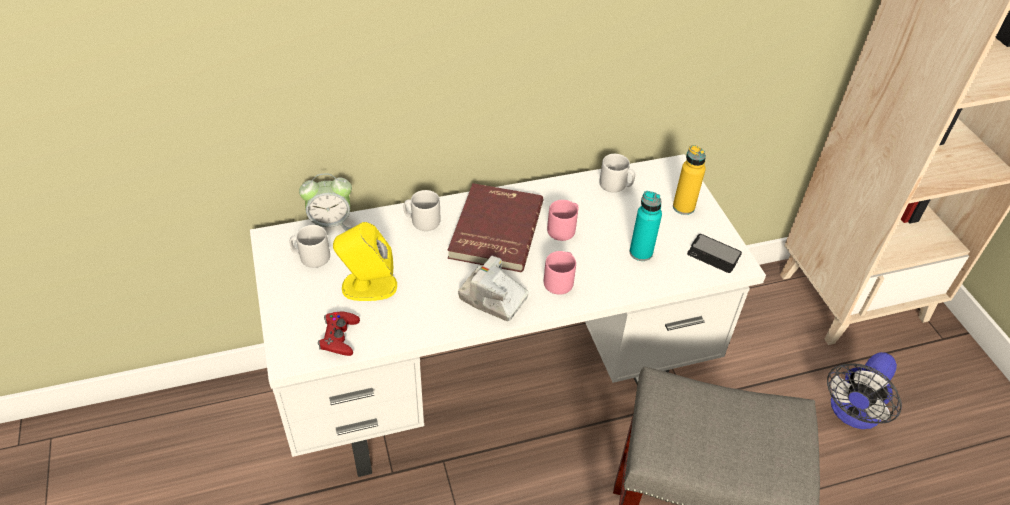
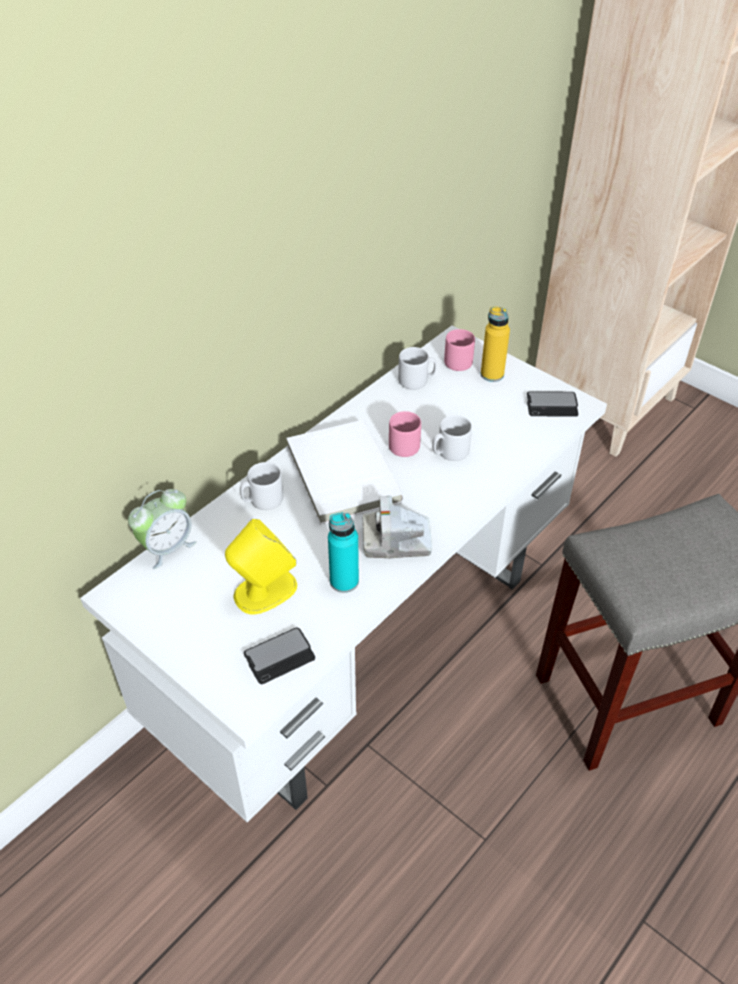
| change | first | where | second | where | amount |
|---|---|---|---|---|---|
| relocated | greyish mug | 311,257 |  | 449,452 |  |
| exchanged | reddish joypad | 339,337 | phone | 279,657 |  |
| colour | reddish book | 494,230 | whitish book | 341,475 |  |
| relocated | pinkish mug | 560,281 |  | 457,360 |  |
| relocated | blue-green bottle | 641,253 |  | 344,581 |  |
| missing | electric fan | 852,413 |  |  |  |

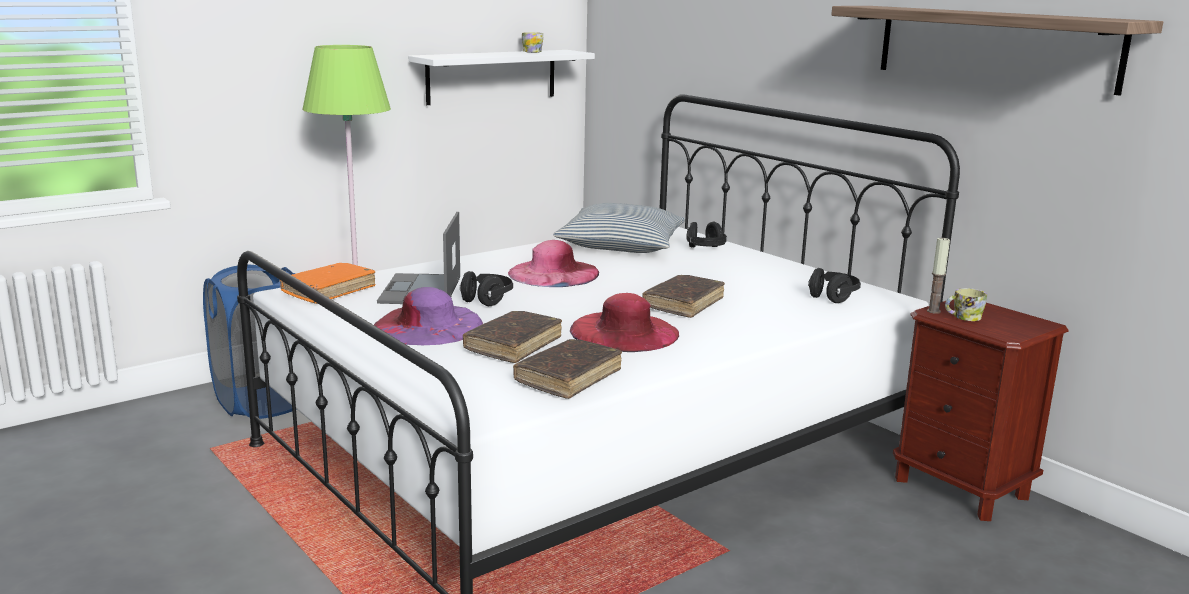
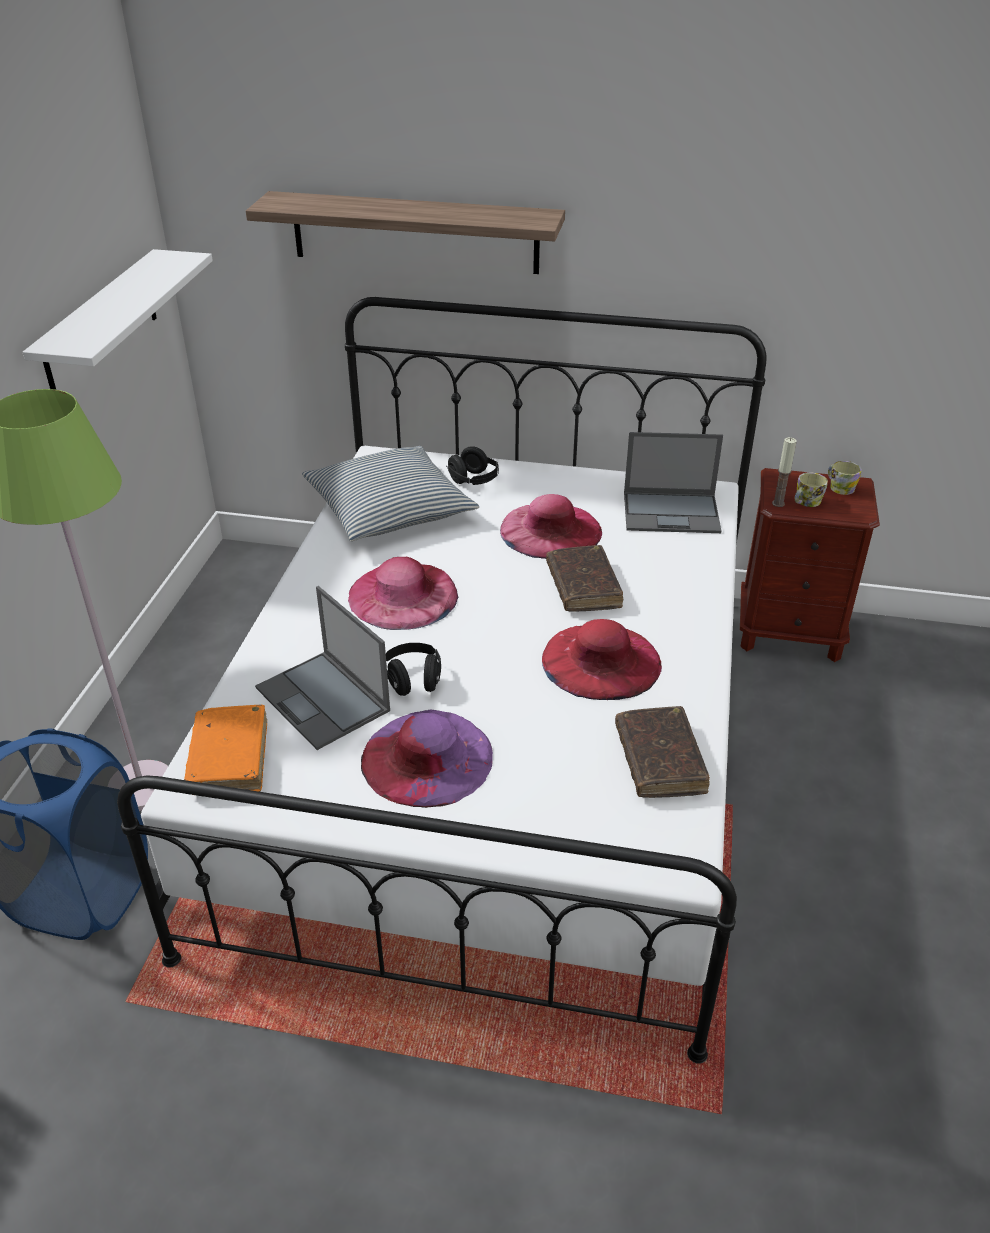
| change | first | where | second | where | amount |
|---|---|---|---|---|---|
| missing | brown-coloured book | 513,345 |  |  |  |
| relocated | mug | 533,51 |  | 839,487 |  |
| exchanged | blackish headset | 832,297 | portable computer | 672,512 |  |
| relocated | bracket shelf | 994,47 |  | 415,232 |  |
| appeared |  |  | pinkish clothing hat | 550,530 |  |

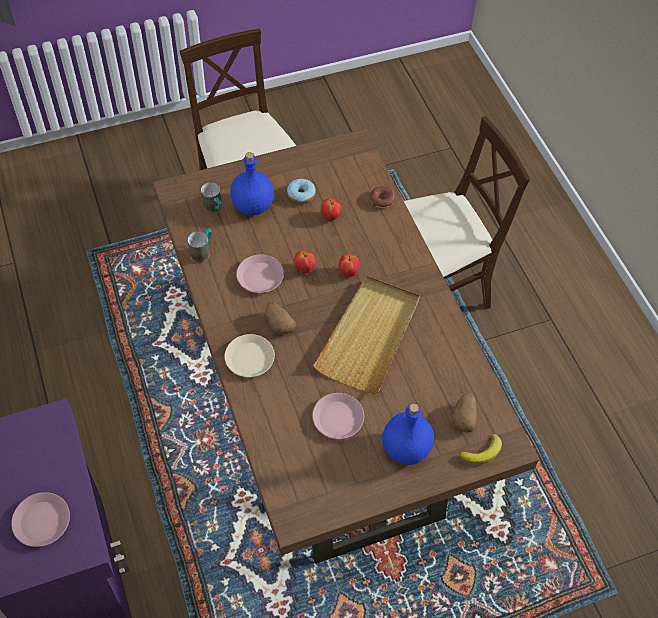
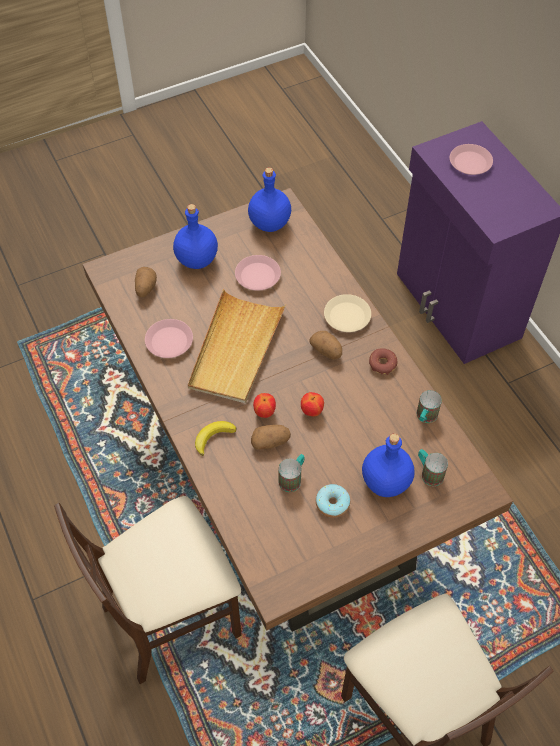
| change | first | where | second | where | amount |
|---|---|---|---|---|---|
| relocated | pinkish plate | 260,277 |  | 169,341 |  |
| exchanged | whole apple | 331,217 | mug | 292,478 |  |
| relocated | doughnut | 382,200 |  | 382,364 |  |
| relocated | whole banana | 482,452 |  | 213,437 |  |
| appeared |  |  | bluish bottle | 269,223 |  |
| appeared |  |  | potato | 270,442 |  |

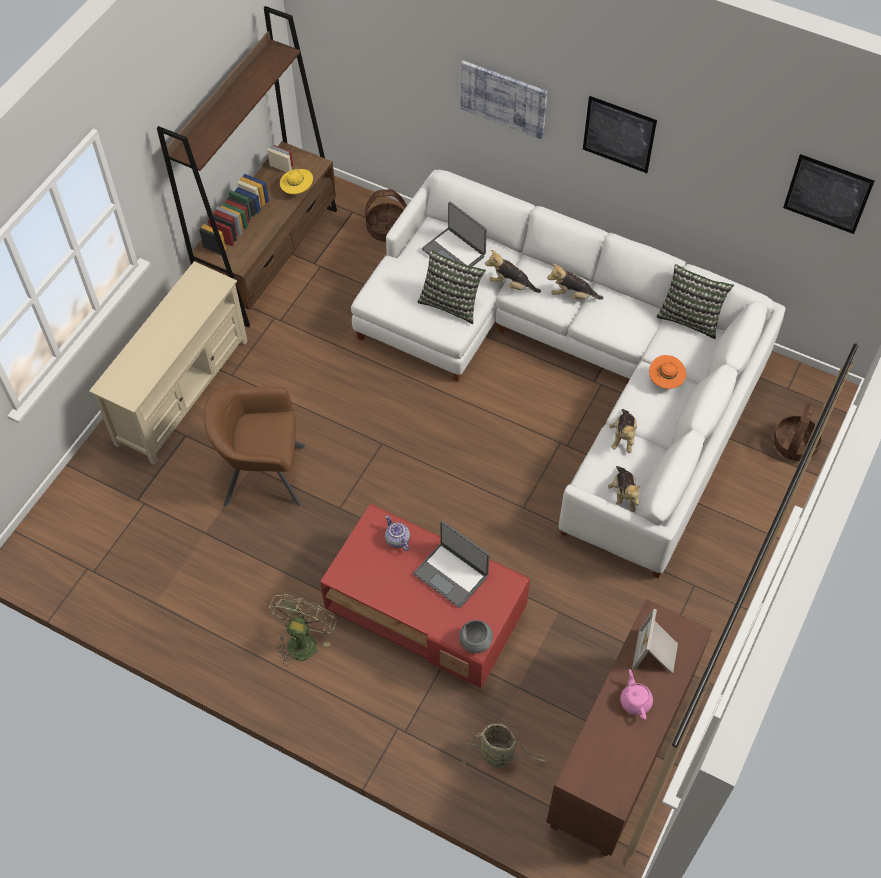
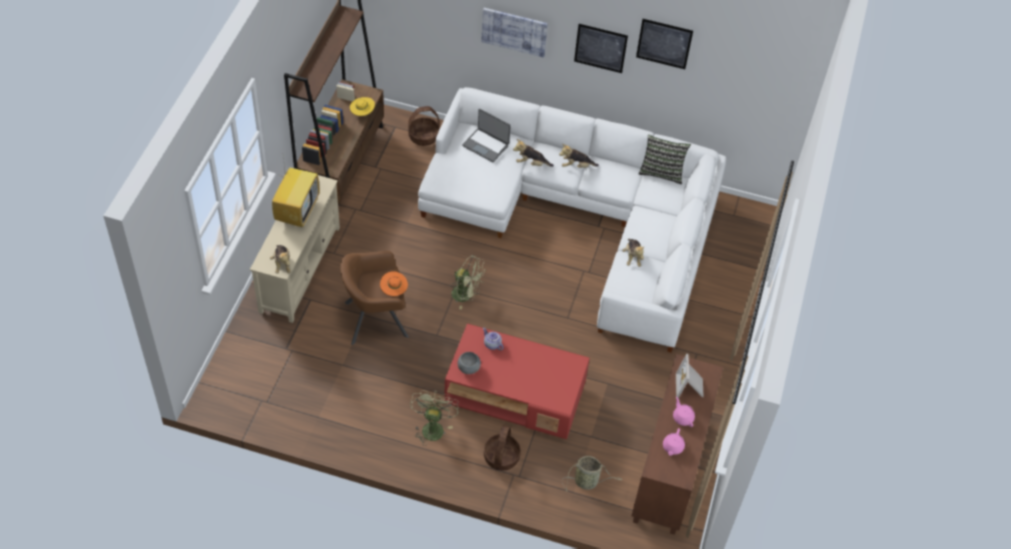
| change | first | where | second | where | amount |
|---|---|---|---|---|---|
| missing | portable computer | 451,574 |  |  |  |
| missing | pillow | 451,303 |  |  |  |
| relocated | greyish deep dish | 475,642 |  | 468,368 |  |
| relocated | cuddly toy | 623,495 |  | 282,264 |  |
| relocated | orange clothing hat | 665,380 |  | 394,290 |  |
| relocated | household basket | 794,444 |  | 501,456 |  |
| relocated | wall art | 827,194 |  | 664,43 |  |
| appeared |  |  | television | 297,210 |  |
| appeared |  |  | greenish electric fan | 466,295 |  |
| appeared |  |  | pinkish teapot | 672,447 |  |

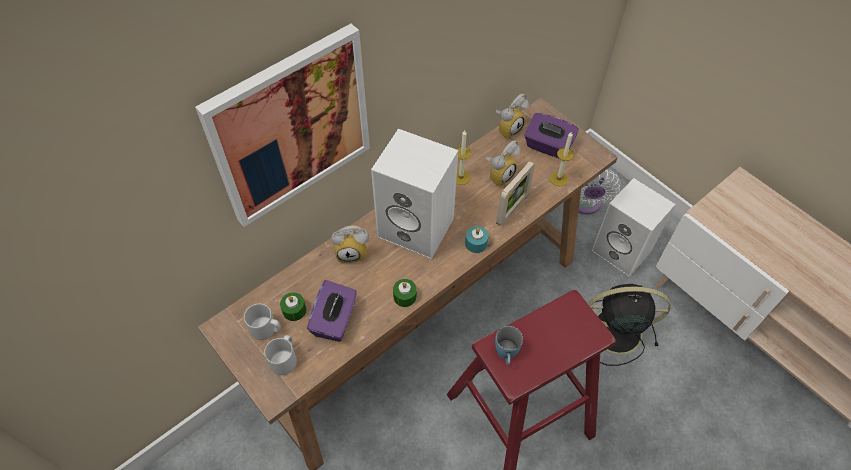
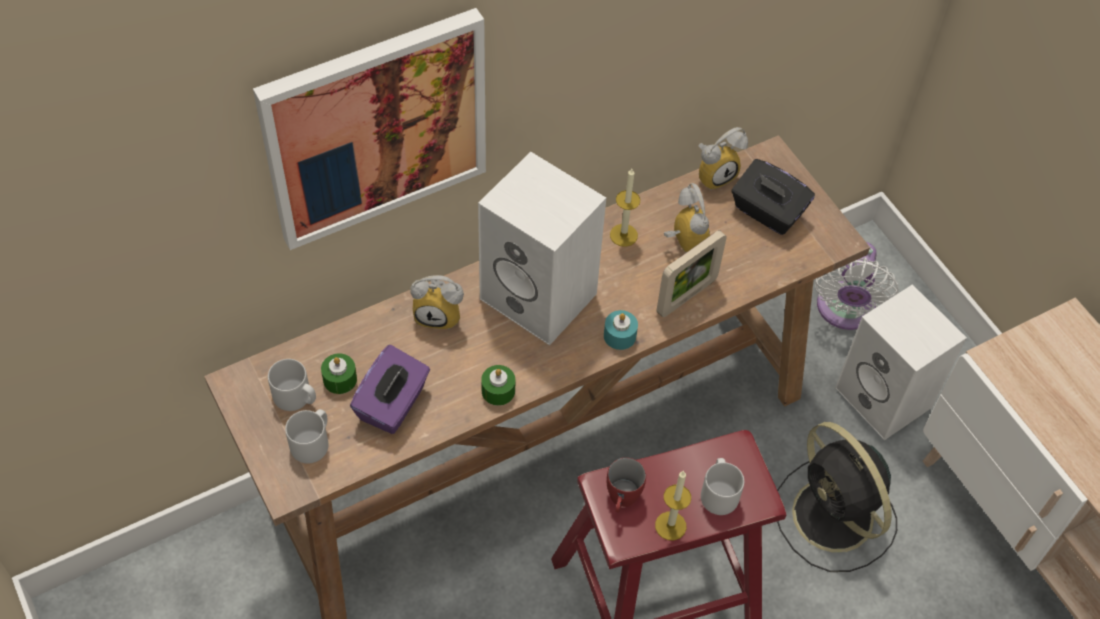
| change | first | where | second | where | amount |
|---|---|---|---|---|---|
| spun | alarm clock | 499,174 |  | 682,241 | 75 degrees counterclockwise |
| colour | bluish mug | 506,355 | reddish mug | 622,500 |  |
| colour | purple-coloured box of tissues | 548,146 | blackish box of tissues | 767,212 |  |
| relocated | wax light | 558,179 |  | 670,526 |  |
| spun | blackish electric fan | 613,331 |  | 835,518 | 135 degrees counterclockwise |
| appeared |  |  | greyish mug | 719,493 |  |

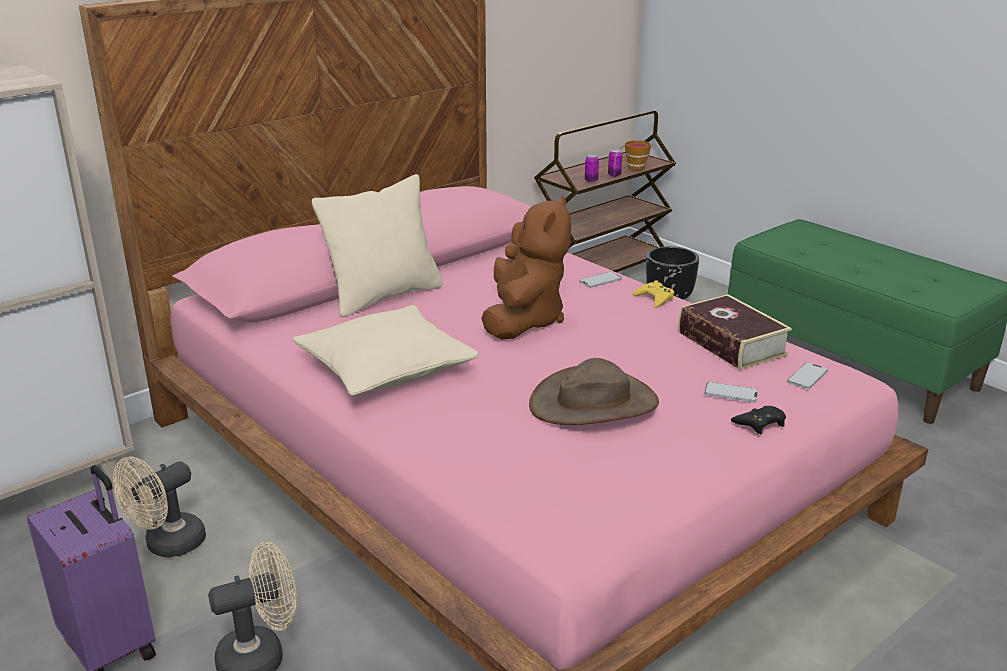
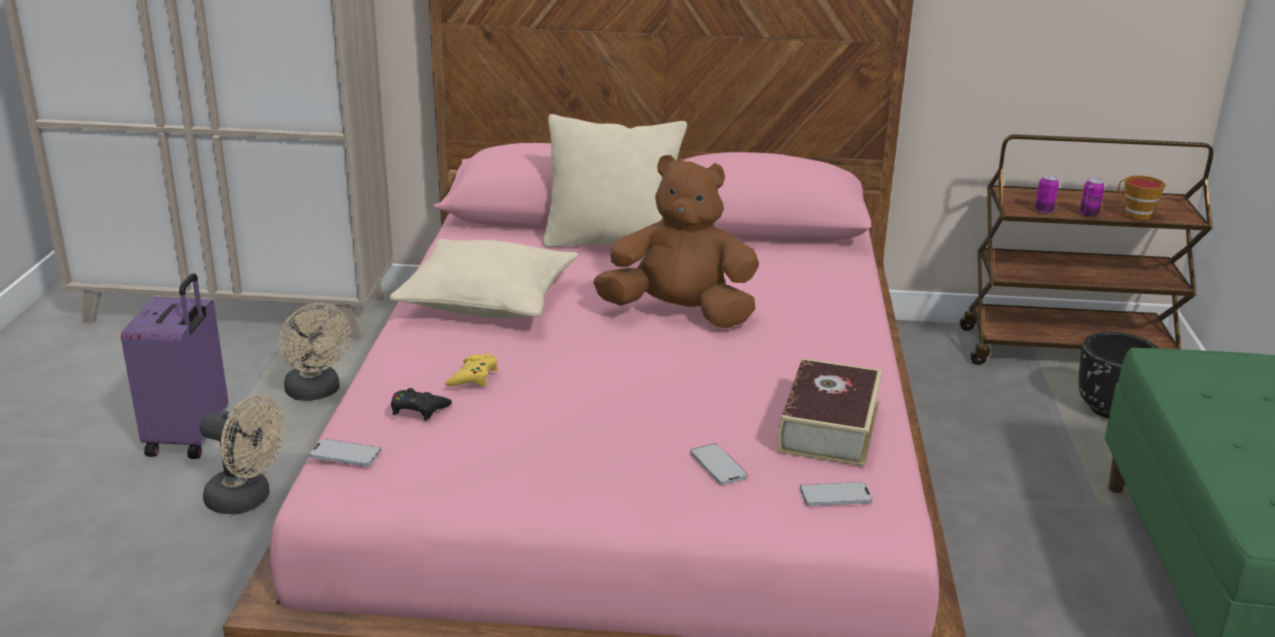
| change | first | where | second | where | amount |
|---|---|---|---|---|---|
| spun | beige-coloured electric fan | 167,545 |  | 316,392 | 120 degrees counterclockwise |
| spun | brown-coloured cuddly toy | 523,320 |  | 679,314 | 135 degrees counterclockwise |
| missing | brown-coloured clothing hat | 594,403 |  |  |  |
| relocated | phone | 600,280 |  | 345,454 |  |
| relocated | yellowish joypad | 655,298 |  | 473,376 |  |
| relocated | blackish joypad | 760,423 |  | 418,409 |  |

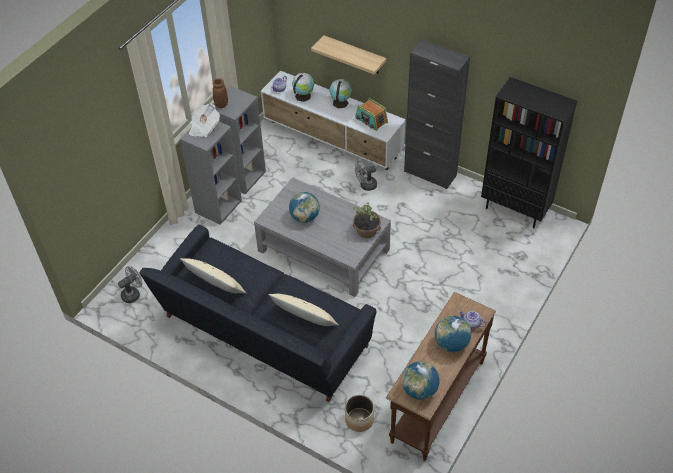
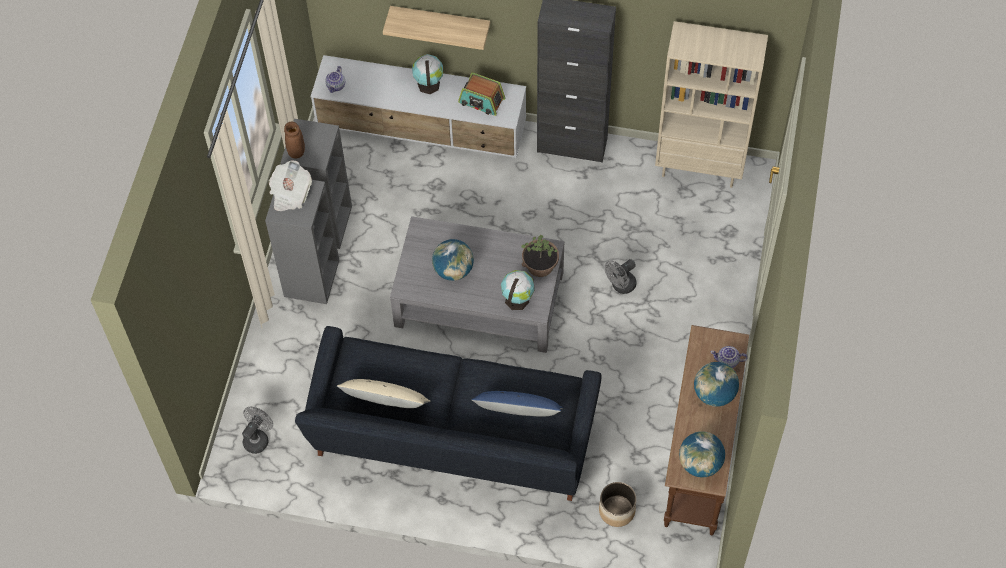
| change | first | where | second | where | amount |
|---|---|---|---|---|---|
| colour | beige-coloured pillow | 304,318 | bluish pillow | 517,412 |  |
| relocated | globe | 303,95 |  | 517,298 |  |
| relocated | greyish electric fan | 365,185 |  | 620,286 |  |
| colour | blackish bookcase | 515,209 | beige-coloured bookcase | 700,167 |  |

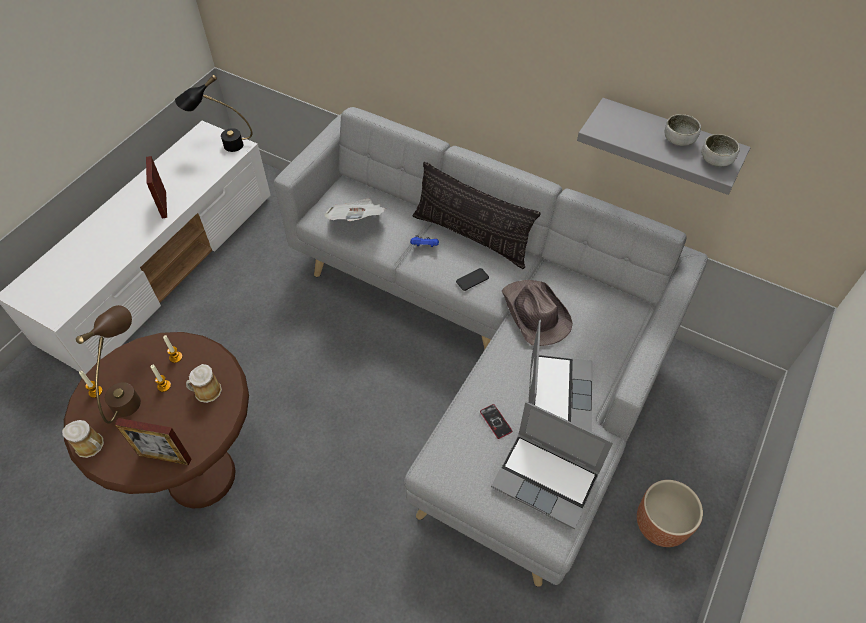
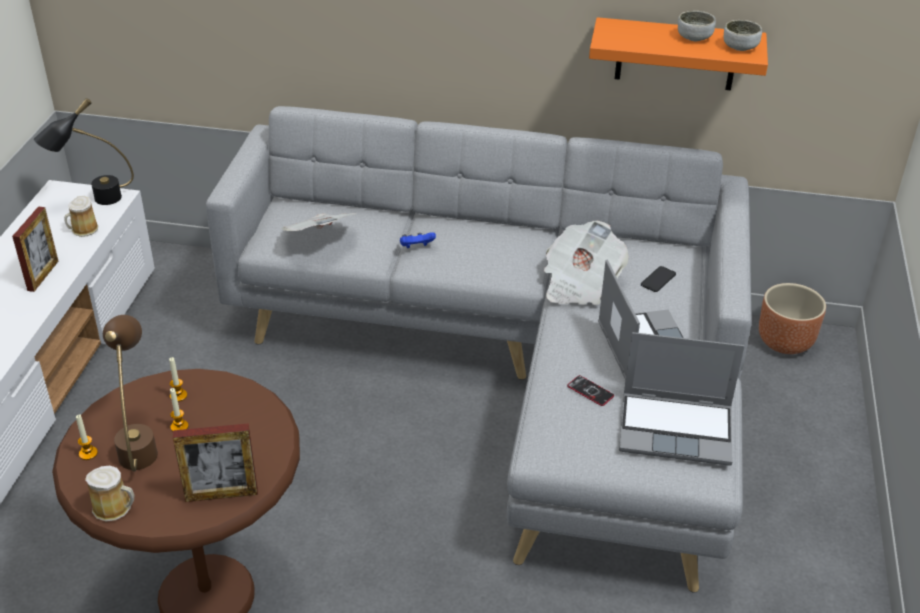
| change | first | where | second | where | amount |
|---|---|---|---|---|---|
| spun | photo frame | 164,204 |  | 43,275 | 135 degrees counterclockwise |
| relocated | mug | 206,391 |  | 83,230 |  |
| missing | pillow | 471,236 |  |  |  |
| relocated | phone | 472,279 |  | 658,279 |  |
| exchanged | brown-coloured clothing hat | 534,314 | newspaper | 580,283 |  |
| colour | greyish bracket shelf | 666,144 | orange bracket shelf | 676,54 |  |
| relocated | brown-coloured planter | 660,524 |  | 785,342 |  |

